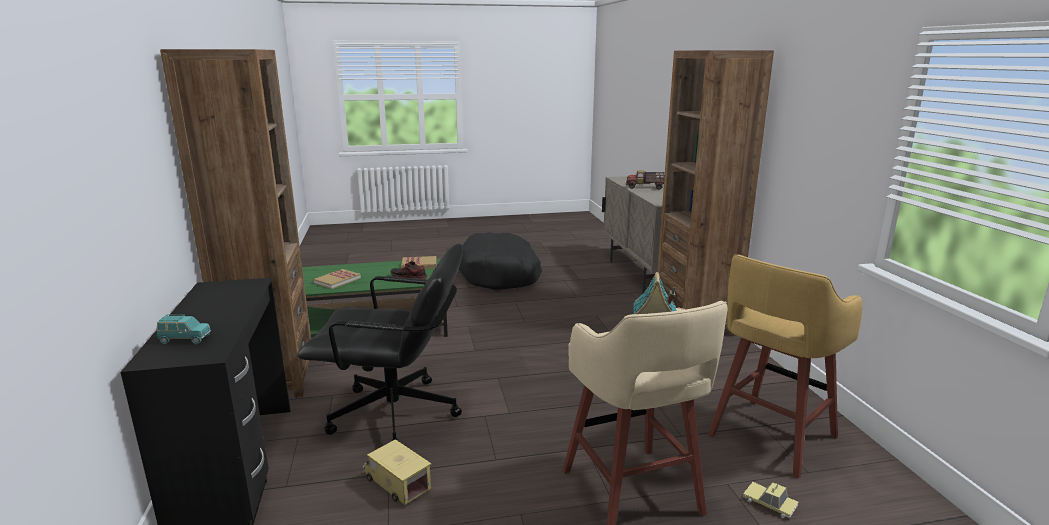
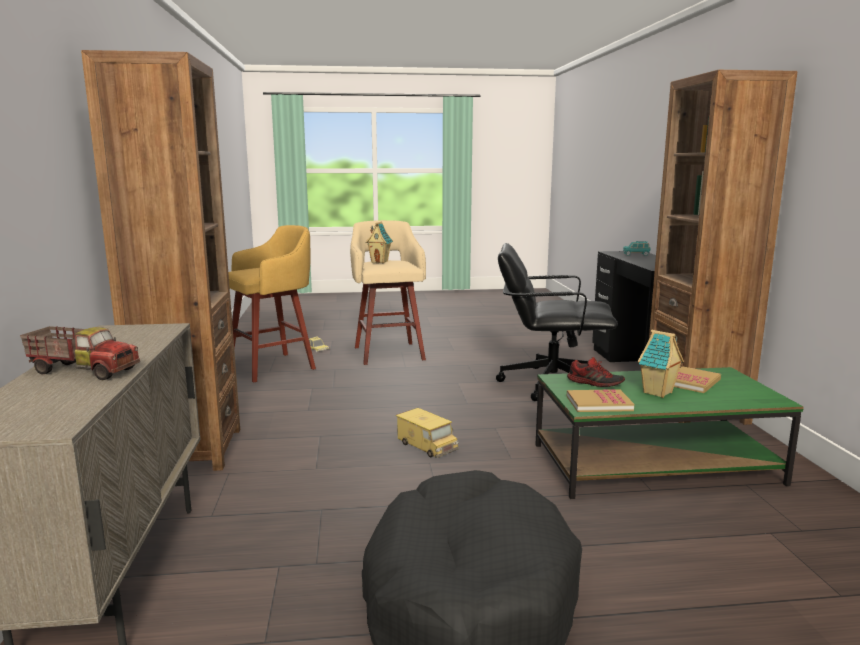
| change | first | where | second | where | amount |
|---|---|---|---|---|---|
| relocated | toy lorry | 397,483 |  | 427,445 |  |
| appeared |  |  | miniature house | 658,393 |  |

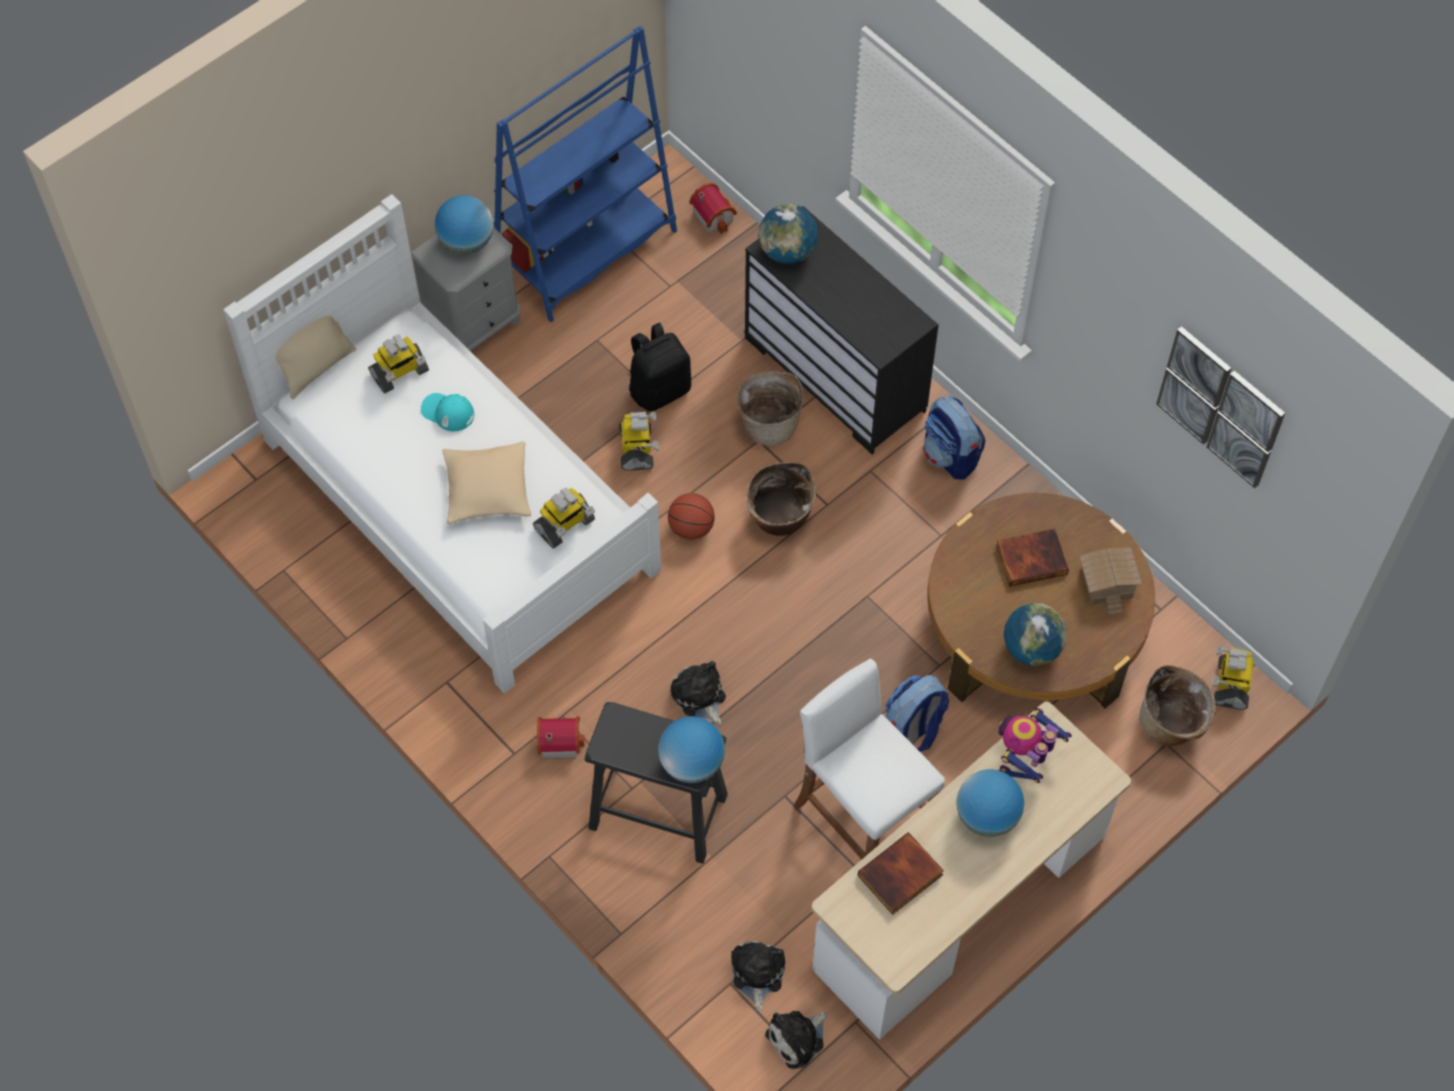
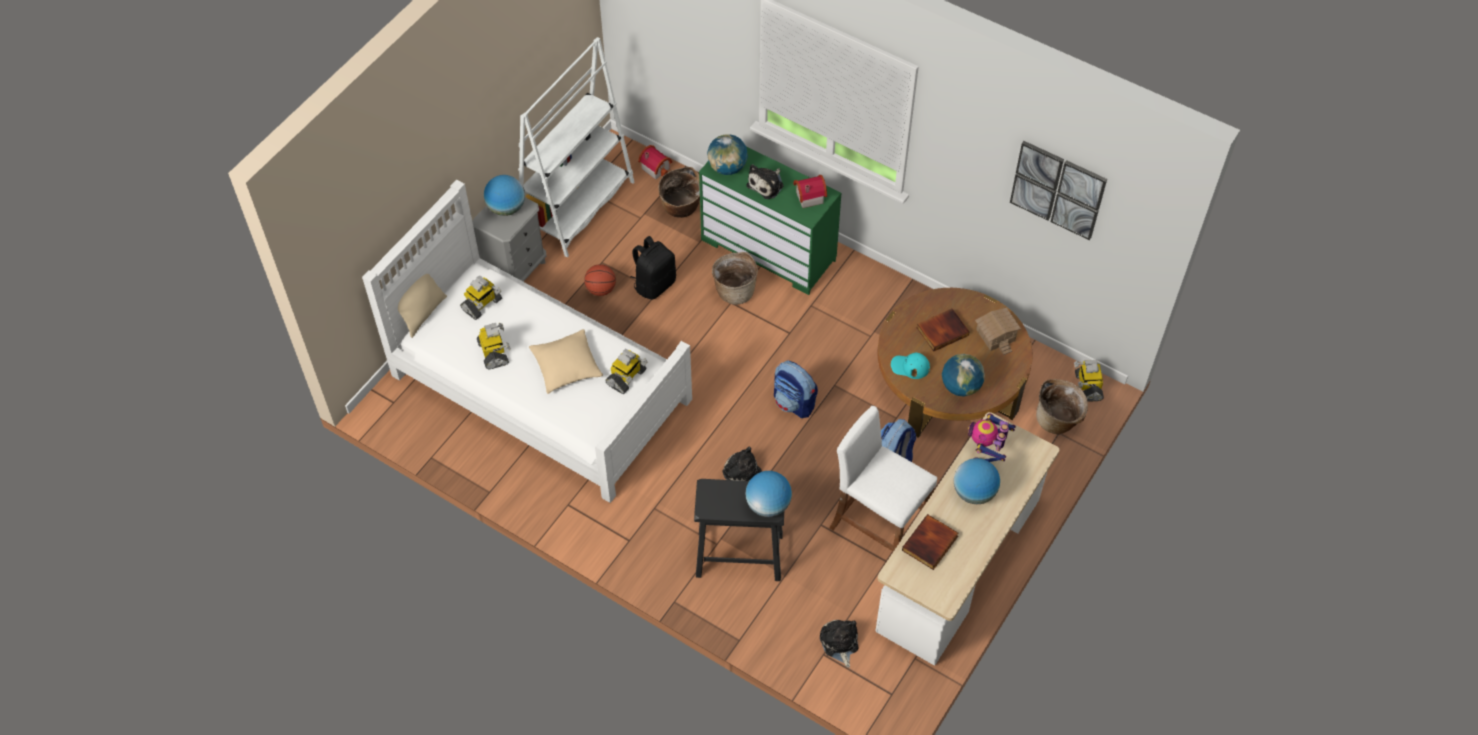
| change | first | where | second | where | amount |
|---|---|---|---|---|---|
| relocated | blue-green baseball cap | 447,412 |  | 910,367 |  |
| colour | bluish bookcase | 586,252 | whitish bookcase | 577,208 |  |
| relocated | miniature house | 558,740 |  | 808,196 |  |
| relocated | toy robot | 637,449 |  | 494,353 |  |
| relocated | basketball ball | 691,528 |  | 601,289 |  |
| colour | blackish drawer chest | 836,374 | greenish drawer chest | 769,249 |  |
| relocated | household basket | 779,519 |  | 681,208 |  |
| relocated | cuddly toy | 798,1038 |  | 767,185 |  |
| relocated | rucksack | 950,456 |  | 794,403 |  |

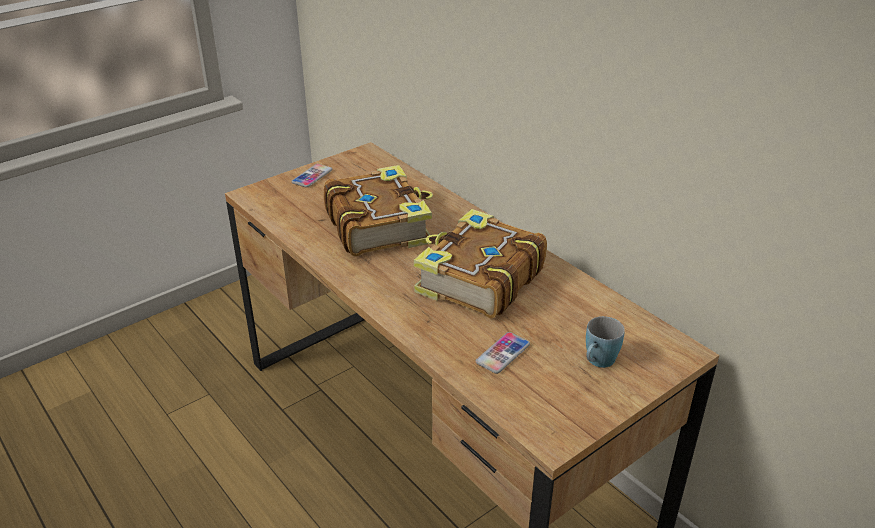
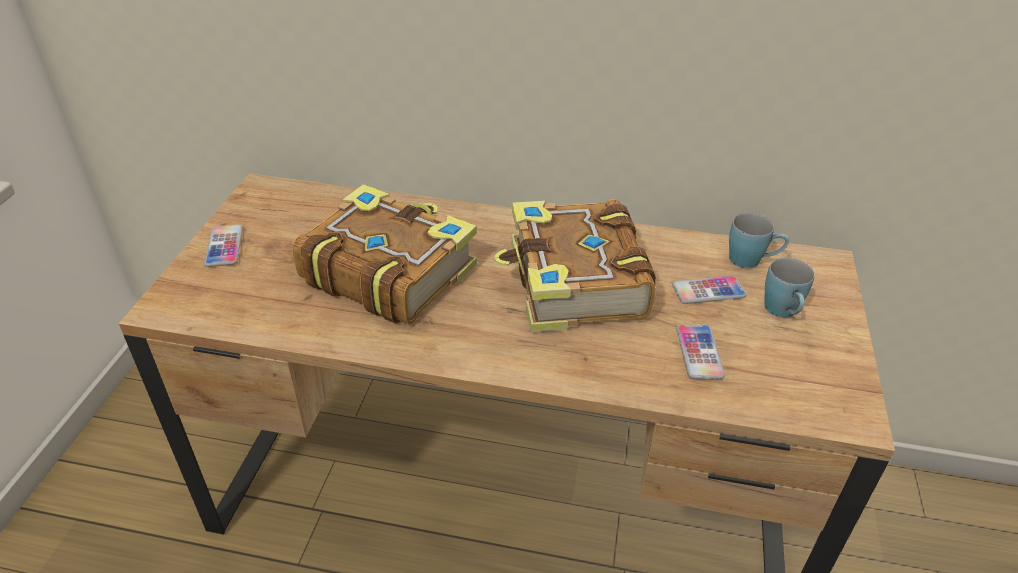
| change | first | where | second | where | amount |
|---|---|---|---|---|---|
| appeared |  |  | phone | 708,291 |  |
| appeared |  |  | bluish mug | 752,261 |  |

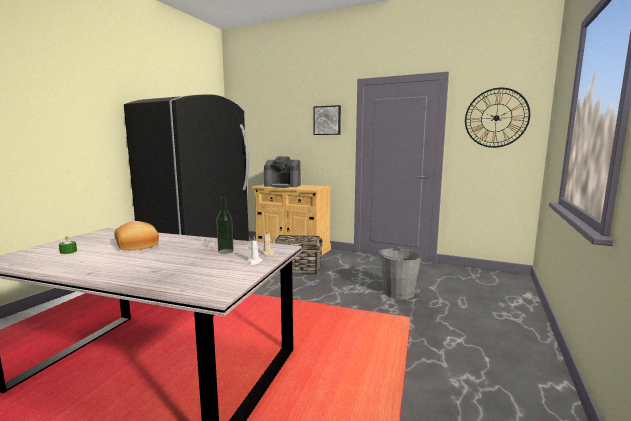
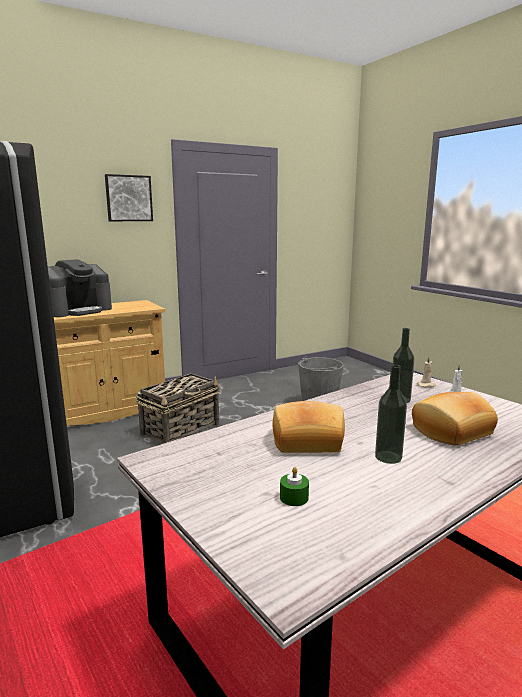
| change | first | where | second | where | amount |
|---|---|---|---|---|---|
| missing | hanging clock | 496,118 |  |  |  |
| appeared |  |  | bottle | 388,457 |  |
| appeared |  |  | bread | 453,432 |  |

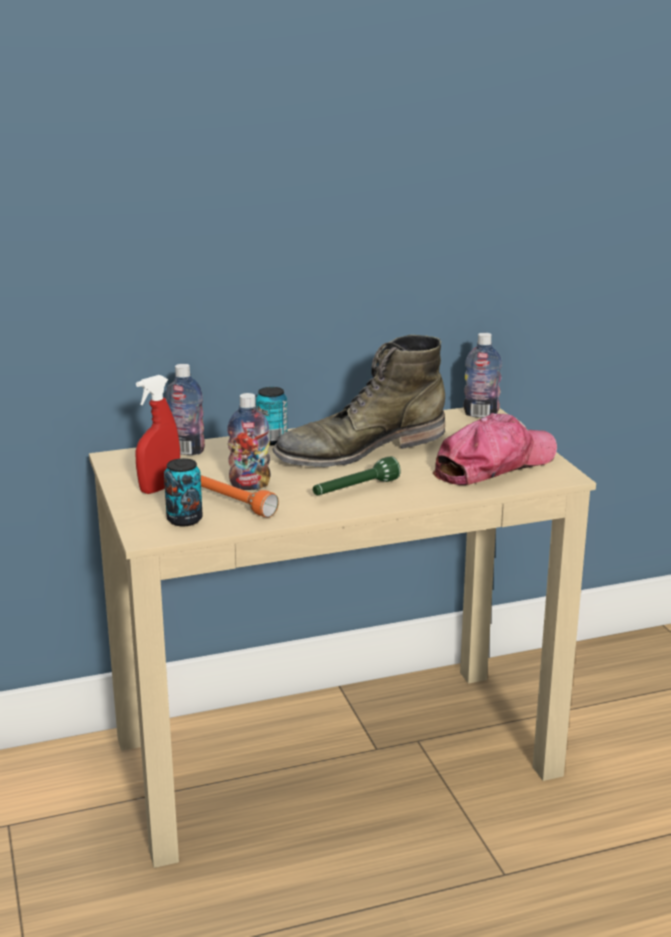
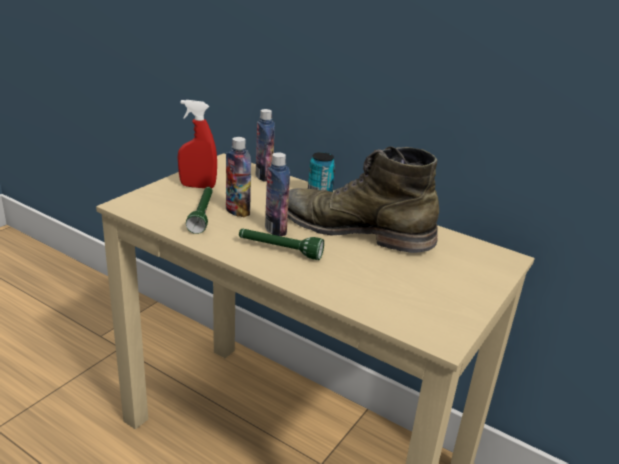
| change | first | where | second | where | amount |
|---|---|---|---|---|---|
| missing | metal can | 184,520 |  |  |  |
| colour | orange hand torch | 233,503 | greenish hand torch | 202,215 |  |
| missing | baseball cap | 494,464 |  |  |  |
| relocated | bottle | 480,414 |  | 275,229 |  |

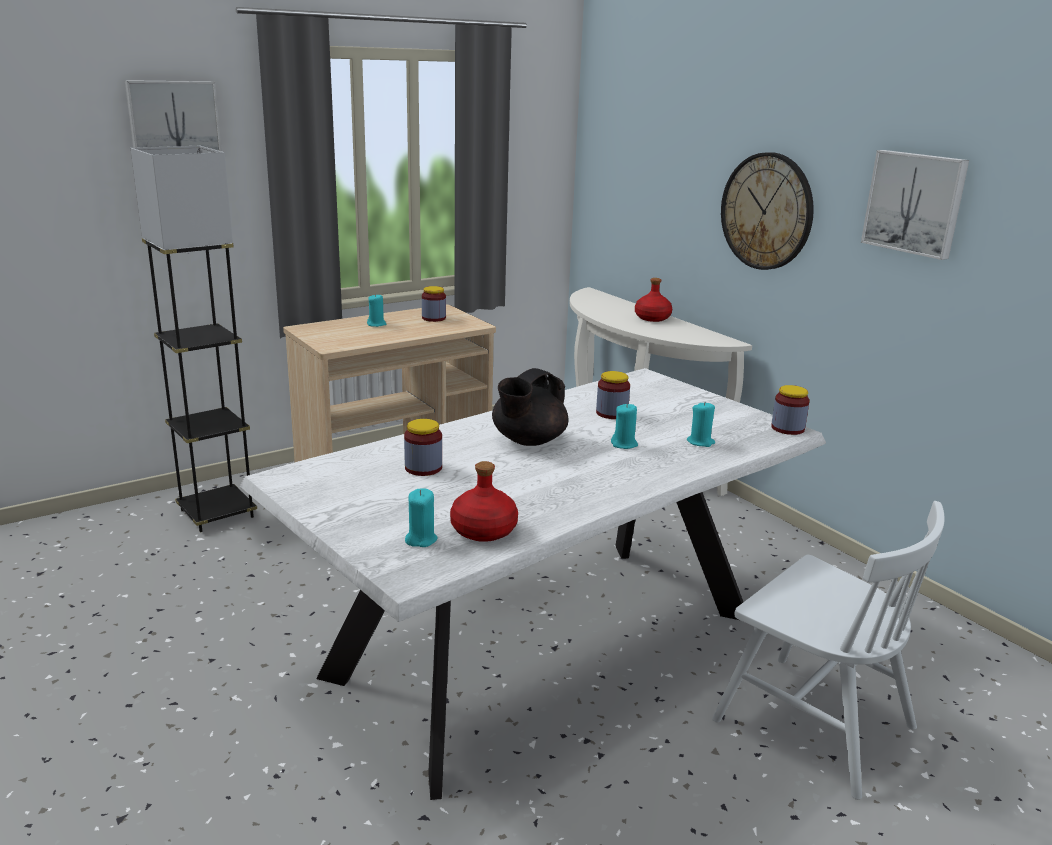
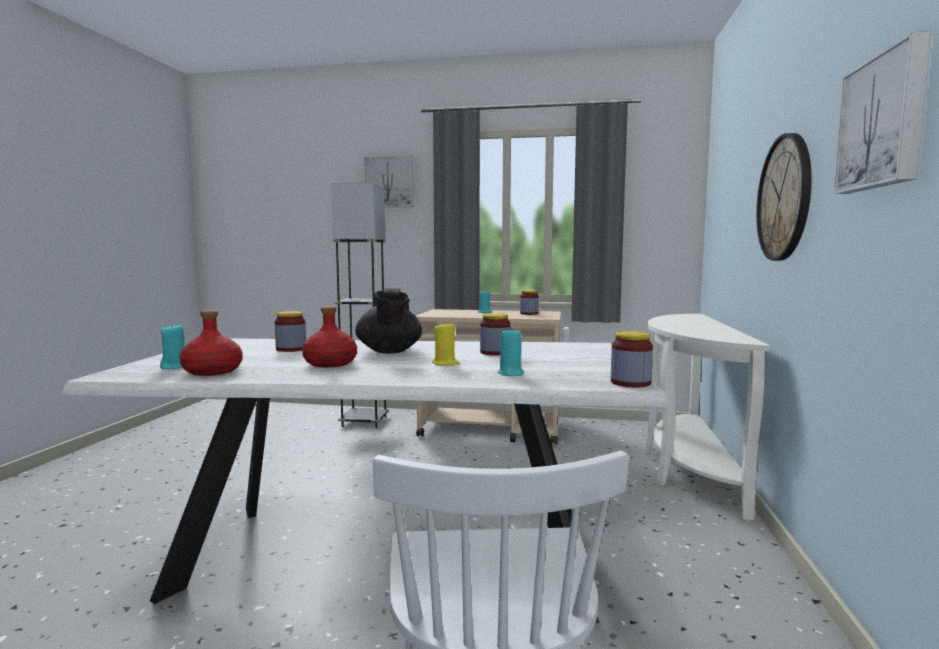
| change | first | where | second | where | amount |
|---|---|---|---|---|---|
| spun | blackish teapot | 528,440 |  | 389,352 | 90 degrees counterclockwise |
| colour | blue-green wax light | 624,444 | yellowish wax light | 445,363 |  |
| relocated | reddish bottle | 652,318 |  | 330,363 |  |

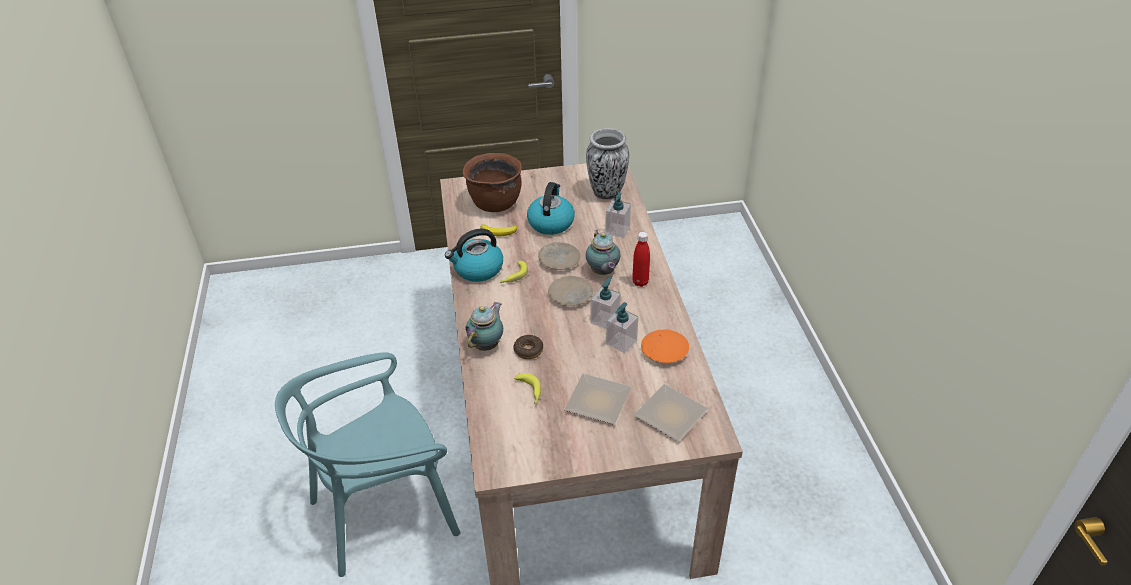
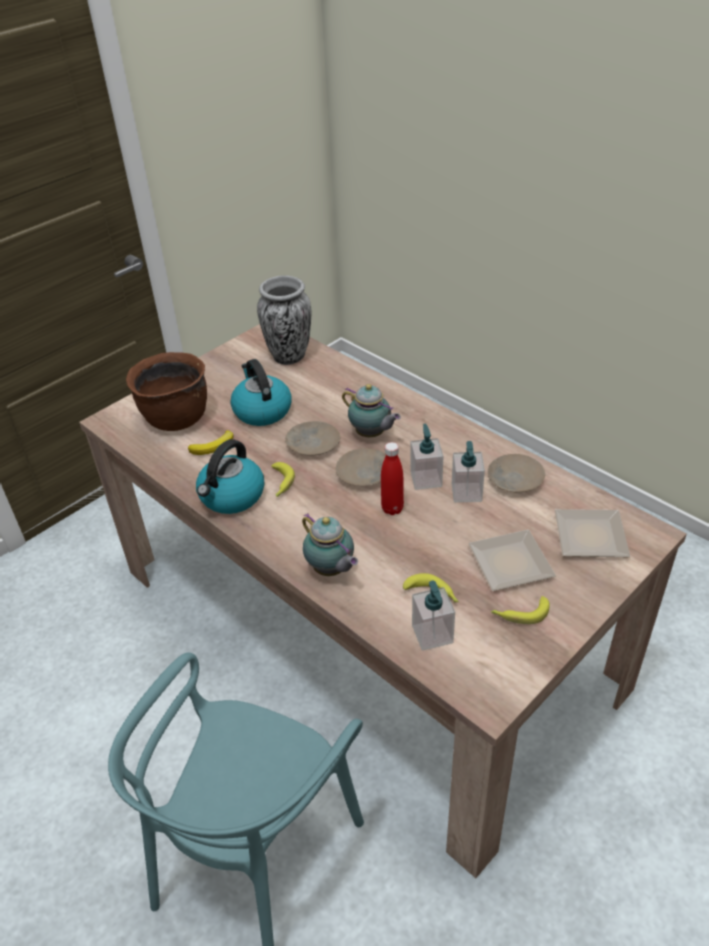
| change | first | where | second | where | amount |
|---|---|---|---|---|---|
| spun | teapot | 487,344 |  | 331,570 | 150 degrees clockwise |
| missing | doughnut | 528,350 |  |  |  |
| relocated | soap bottle | 617,230 |  | 432,634 |  |
| relocated | reddish bottle | 640,282 |  | 392,509 |  |
| colour | orange plate | 664,351 | beige-coloured plate | 514,479 |  |
| appeared |  |  | whole banana | 519,613 |  |

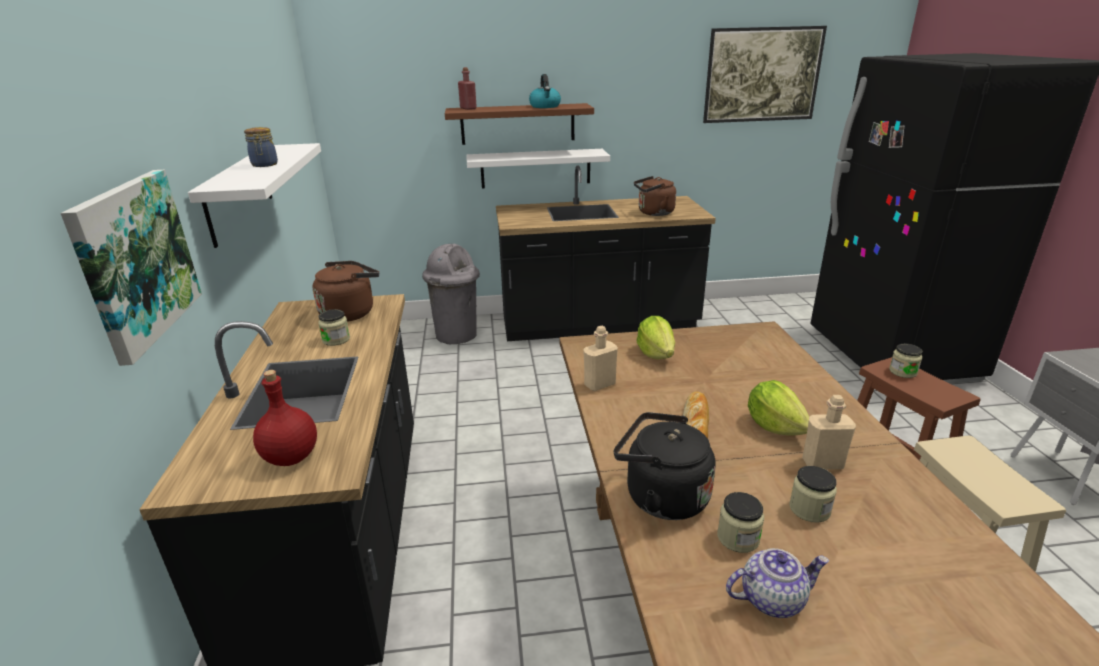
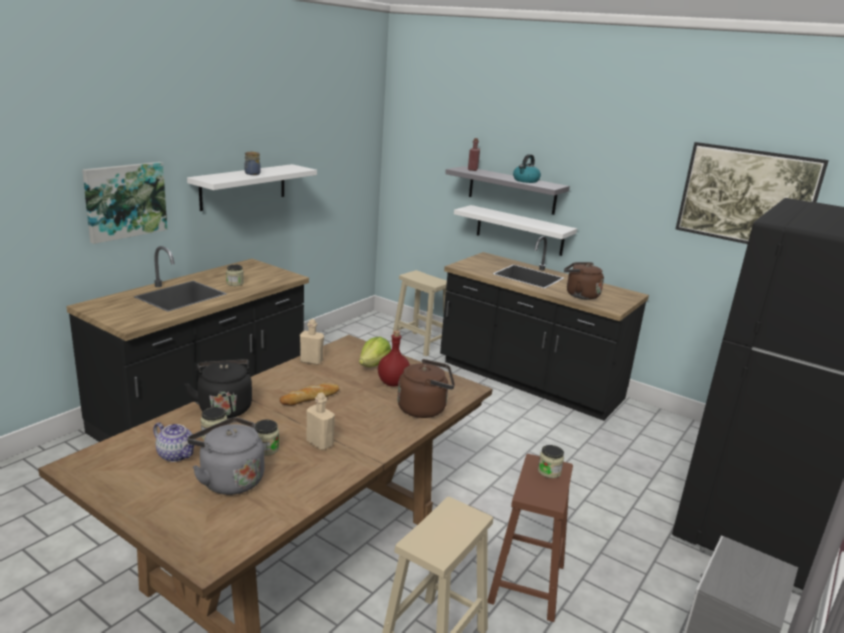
| change | first | where | second | where | amount |
|---|---|---|---|---|---|
| relocated | reddish bottle | 292,457 |  | 393,383 |  |
| relocated | brown-coloured water kettle | 350,313 |  | 425,409 |  |
| exchanged | greyish rubbish bin | 457,335 | beige-coloured stool seat | 421,344 |  |
| colour | brown-coloured bracket shelf | 518,124 | greyish bracket shelf | 512,190 |  |
| missing | lettuce head | 775,426 |  |  |  |
| appeared |  |  | greyish water kettle | 229,479 |  |

